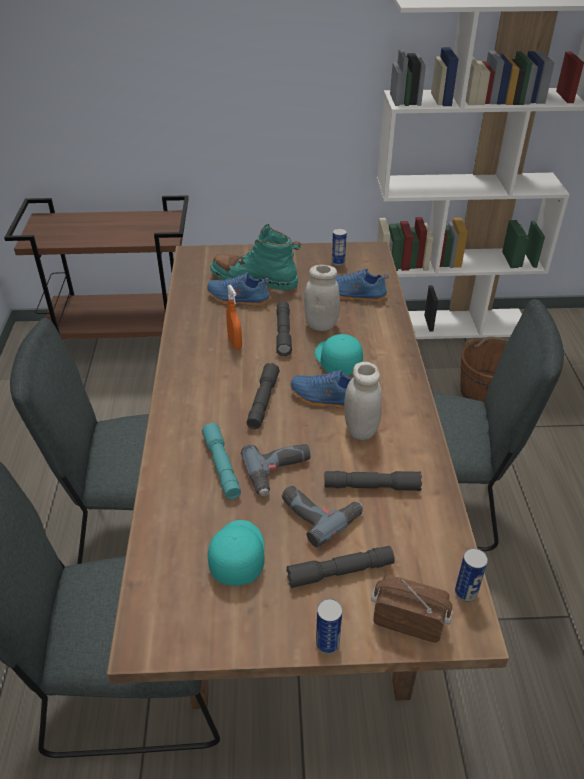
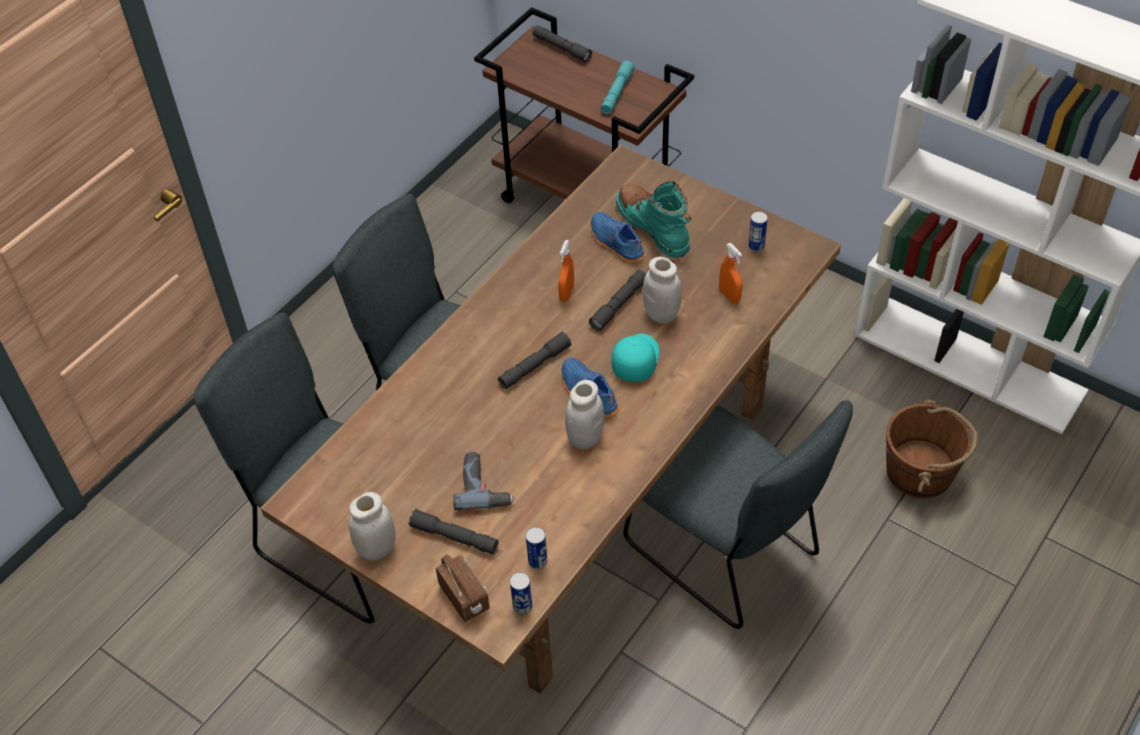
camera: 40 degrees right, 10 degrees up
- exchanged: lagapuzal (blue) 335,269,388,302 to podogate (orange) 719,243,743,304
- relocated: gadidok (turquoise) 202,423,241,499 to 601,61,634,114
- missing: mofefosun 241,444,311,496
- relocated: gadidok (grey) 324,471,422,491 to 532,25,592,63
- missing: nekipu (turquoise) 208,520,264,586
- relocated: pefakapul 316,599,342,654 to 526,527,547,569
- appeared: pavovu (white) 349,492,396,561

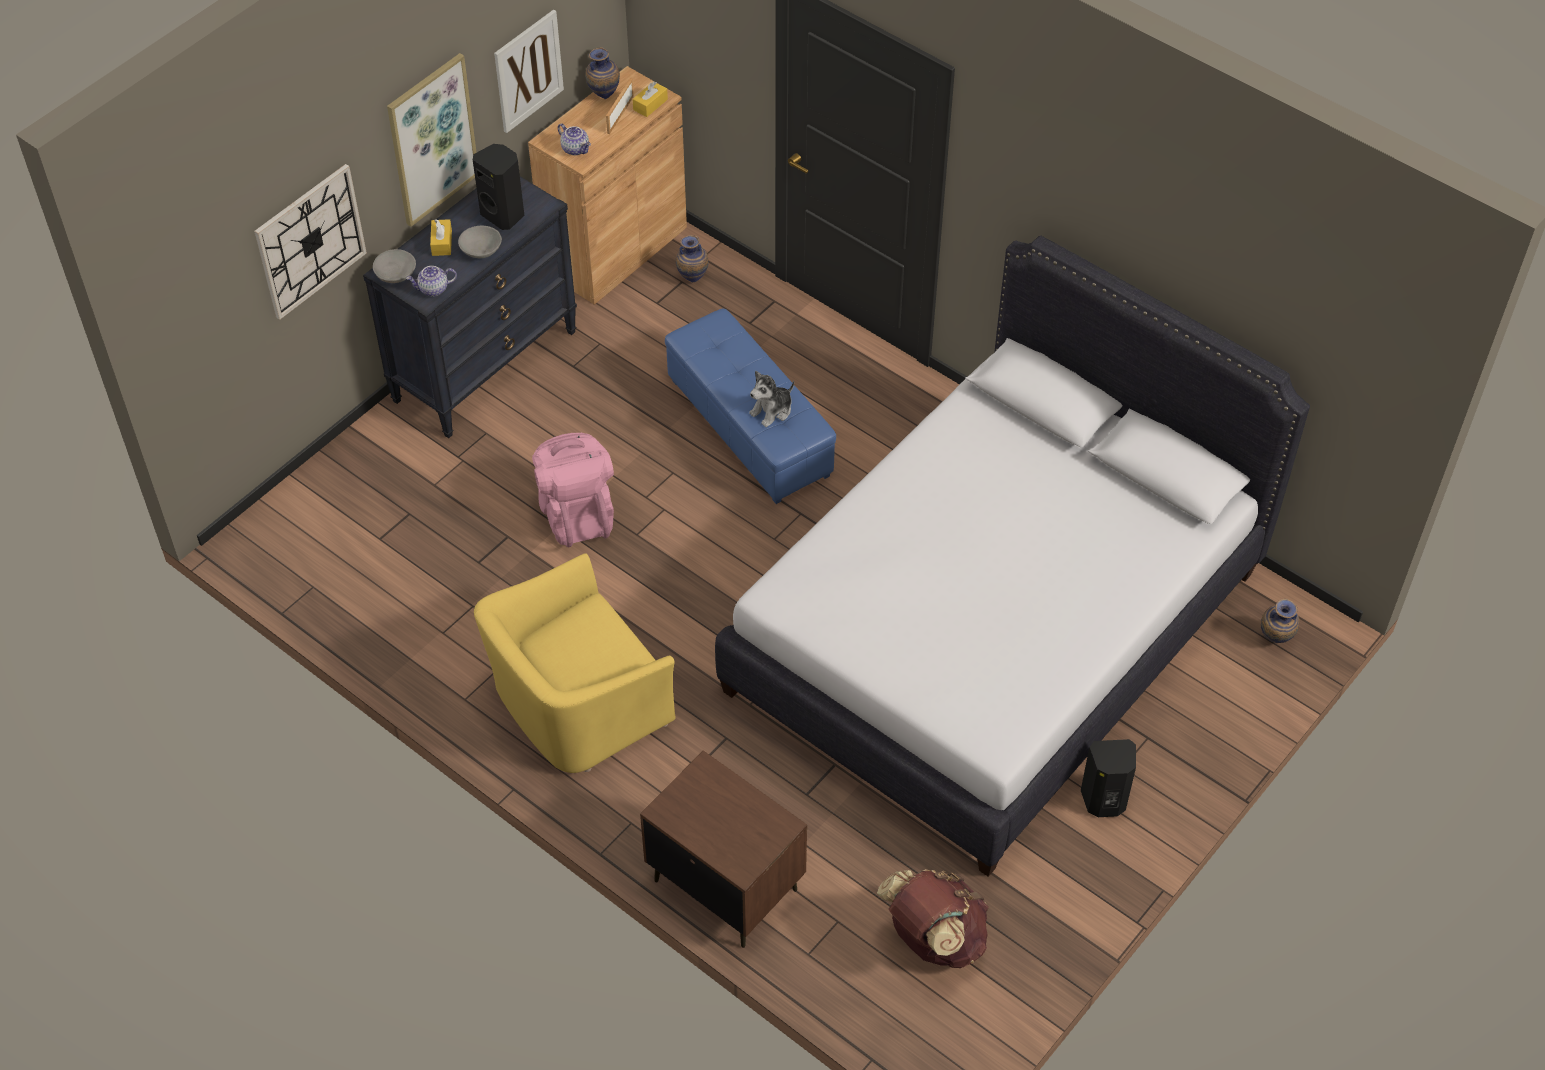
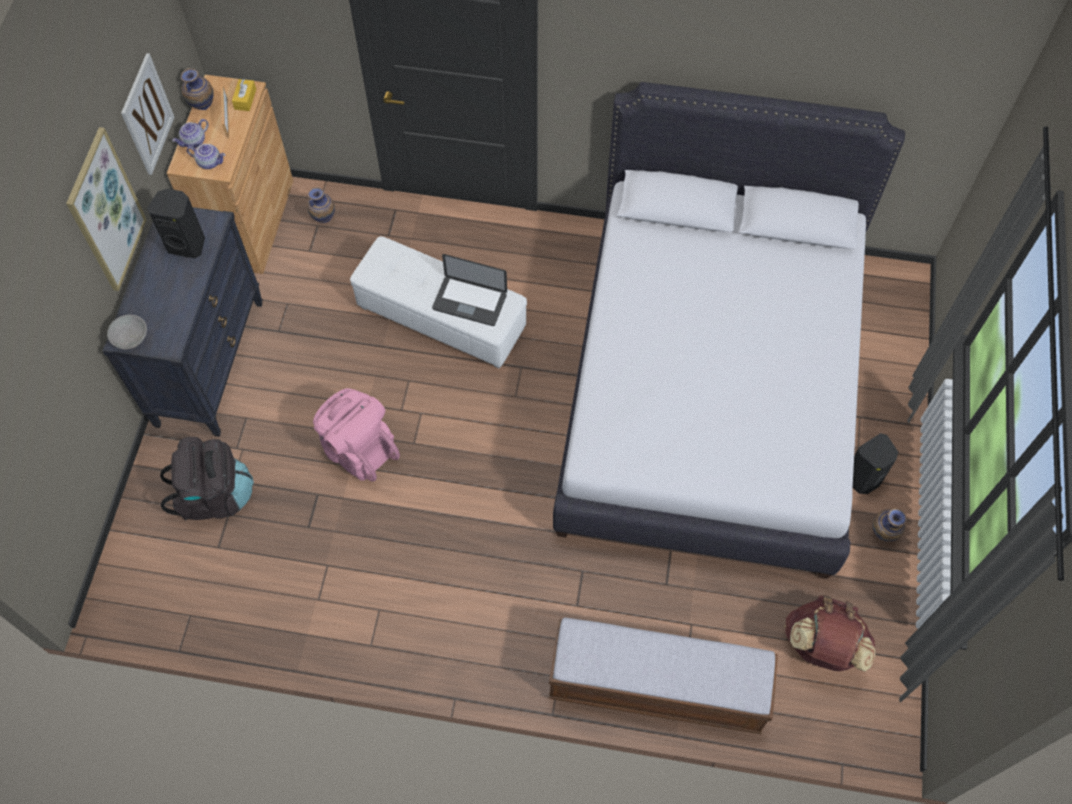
camera: 30 degrees left, 10 degrees up
- missing: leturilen 254,164,367,320
- missing: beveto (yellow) 430,219,452,256
- missing: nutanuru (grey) 458,226,502,258
- relocated: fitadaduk 406,266,457,296 to 172,119,209,148
- colour: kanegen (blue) 665,309,836,504 to kanegen (white) 350,236,527,368
- exchanged: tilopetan 749,371,794,427 to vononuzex 432,254,507,326
- missing: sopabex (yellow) 474,553,676,773
- relocated: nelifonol 1261,599,1299,643 to 872,508,907,541
- exchanged: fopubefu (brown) 640,750,807,948 to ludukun 548,618,778,734
- appeared: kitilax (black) 160,437,254,520

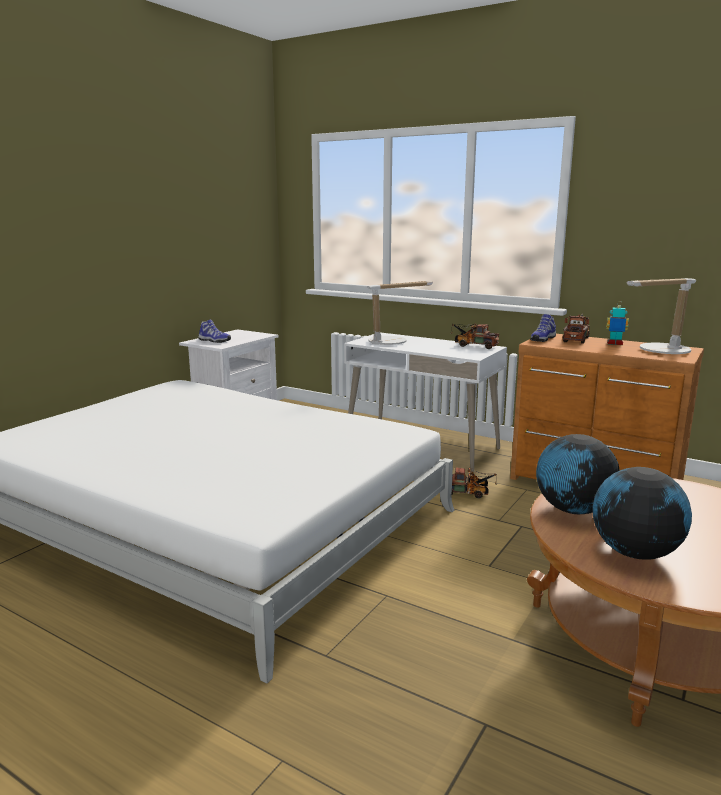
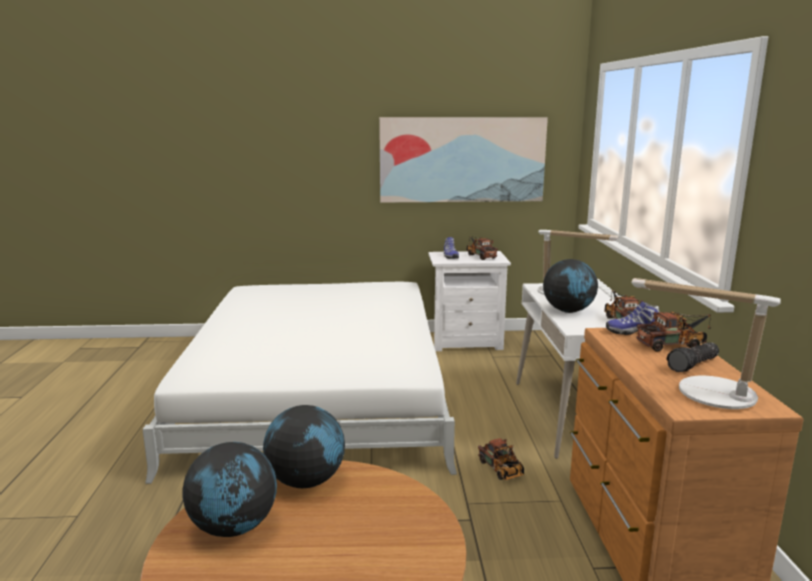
camera: 55 degrees right, 0 degrees up
- exchanged: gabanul 606,301,629,345 to gadidok 667,342,719,372
- appeared: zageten 379,117,548,203
- appeared: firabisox 467,236,498,260
- appeared: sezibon 543,259,598,313

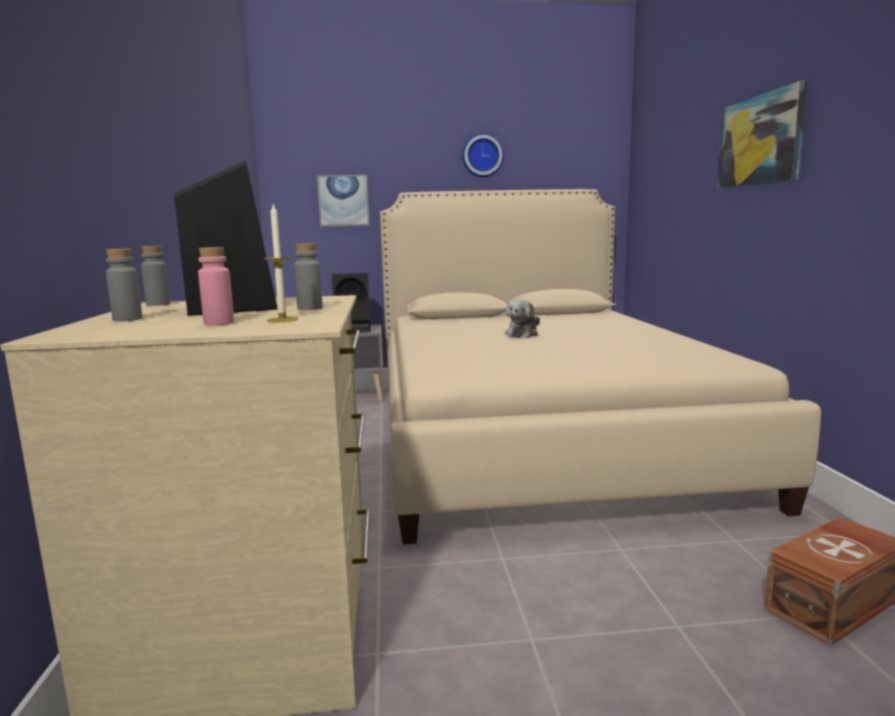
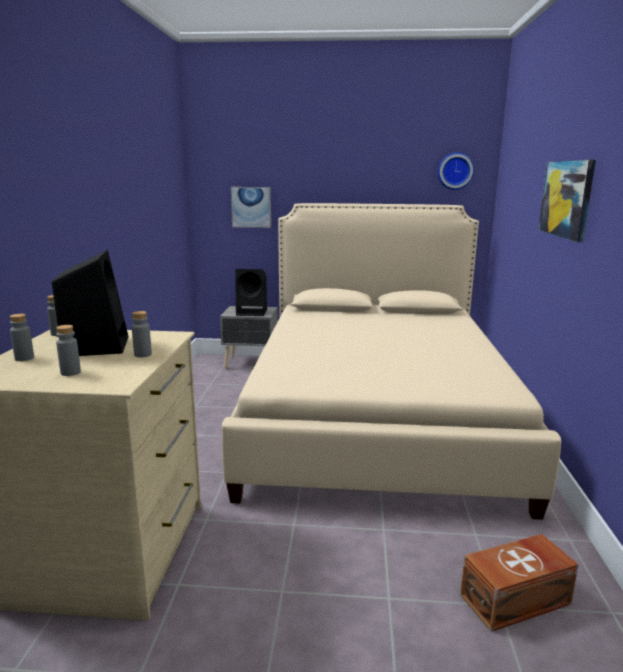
camera: 10 degrees right, 5 degrees up
- relocated: leturilen 462,133,504,177 to 438,152,474,190
- missing: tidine 264,204,298,322
- colour: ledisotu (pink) 198,247,234,325 to ledisotu (grey) 56,325,81,376
- missing: tilopetan 505,299,540,338

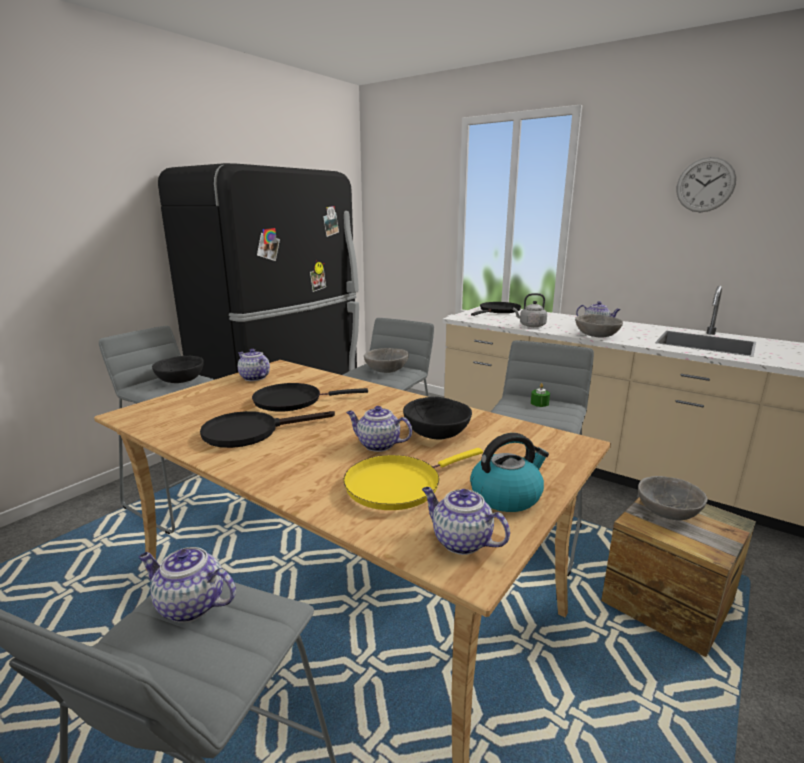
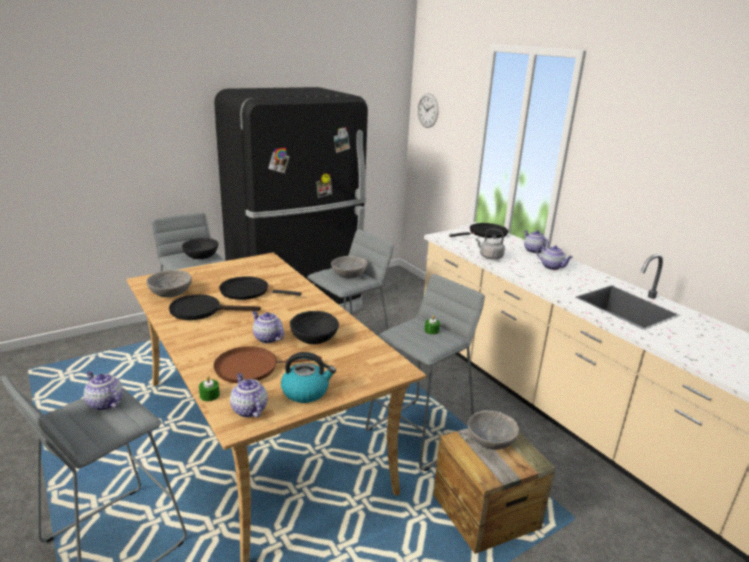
camera: 20 degrees right, 5 degrees up
- relocated: leturilen 676,157,736,212 to 417,93,438,128
- relocated: nutanuru (grey) 575,314,623,338 to 146,270,192,297
- relocated: fitadaduk 238,349,270,381 to 524,230,549,253
- colour: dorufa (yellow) 343,448,483,510 to dorufa (brown) 214,346,322,383
- appeared: tidine (green) 199,376,220,401

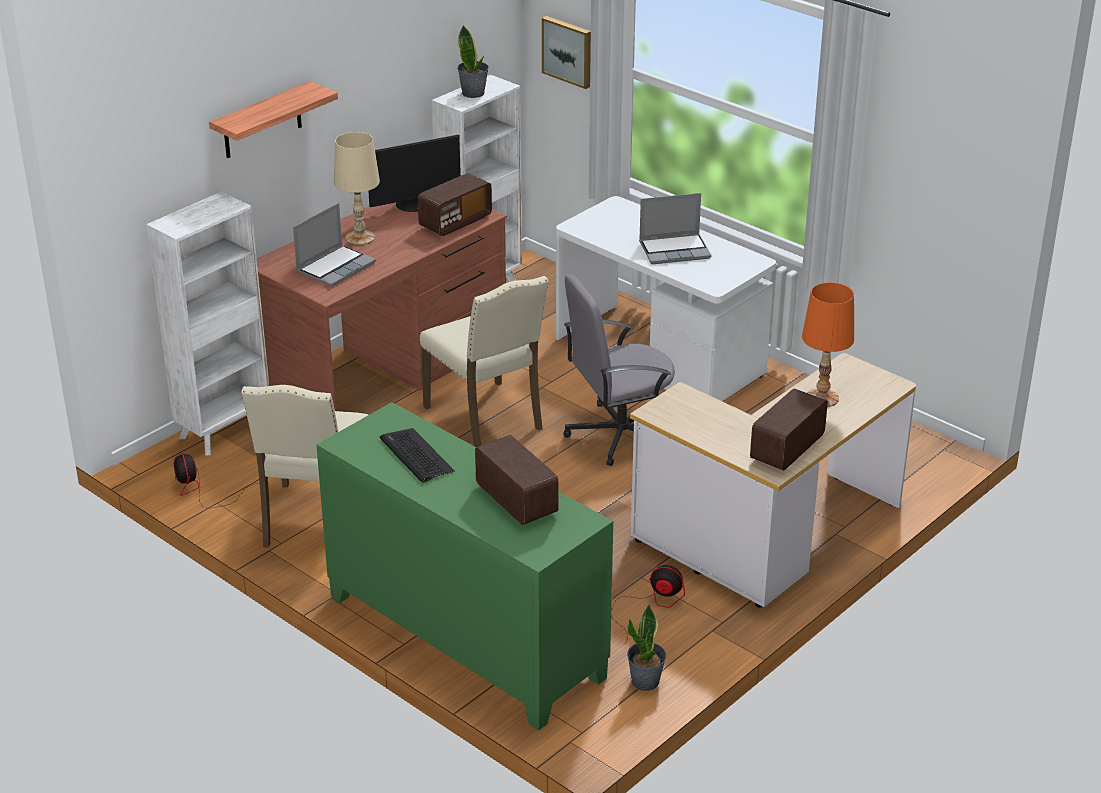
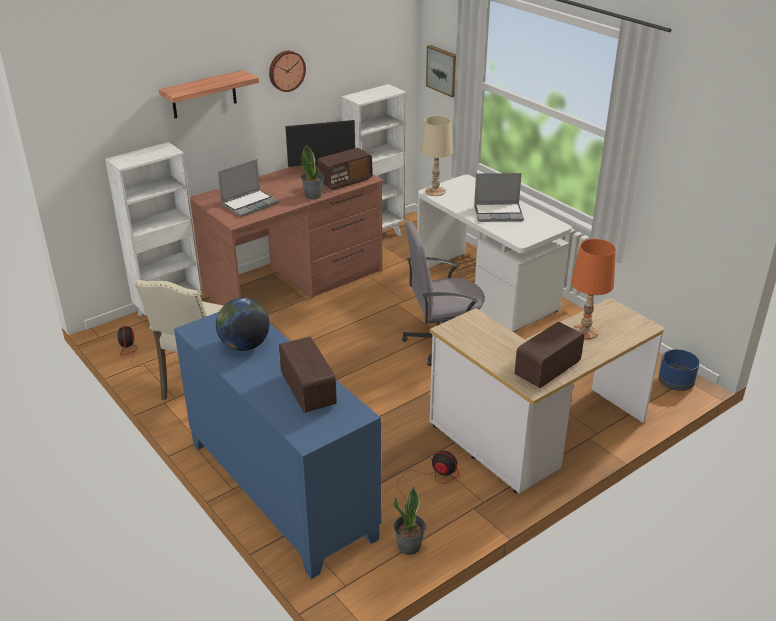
camera: 10 degrees right, 0 degrees up
- relocated: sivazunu 457,25,489,98 to 301,145,324,199
- relocated: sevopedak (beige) 334,132,380,245 to 421,116,453,196
- missing: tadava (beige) 420,276,549,447
- colour: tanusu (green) 316,402,613,731 to tanusu (blue) 174,312,381,579
- exchanged: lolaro 380,428,455,483 to sezibon 216,298,269,351
- appeared: leturilen 269,51,306,92
- appeared: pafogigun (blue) 658,349,700,391

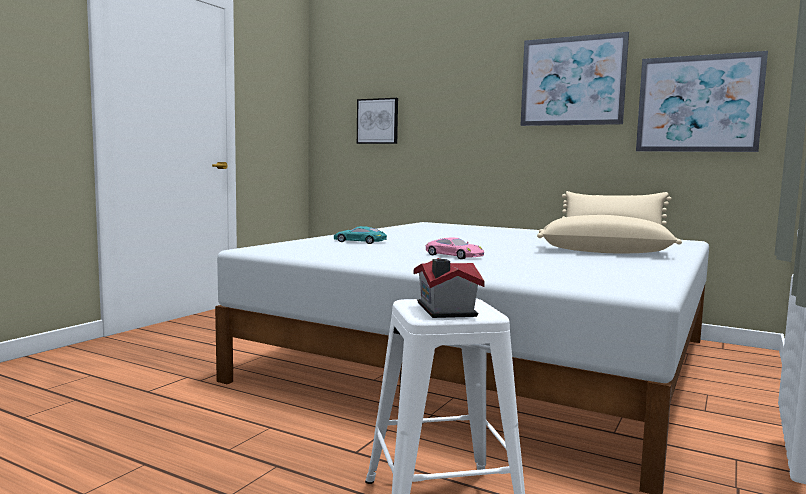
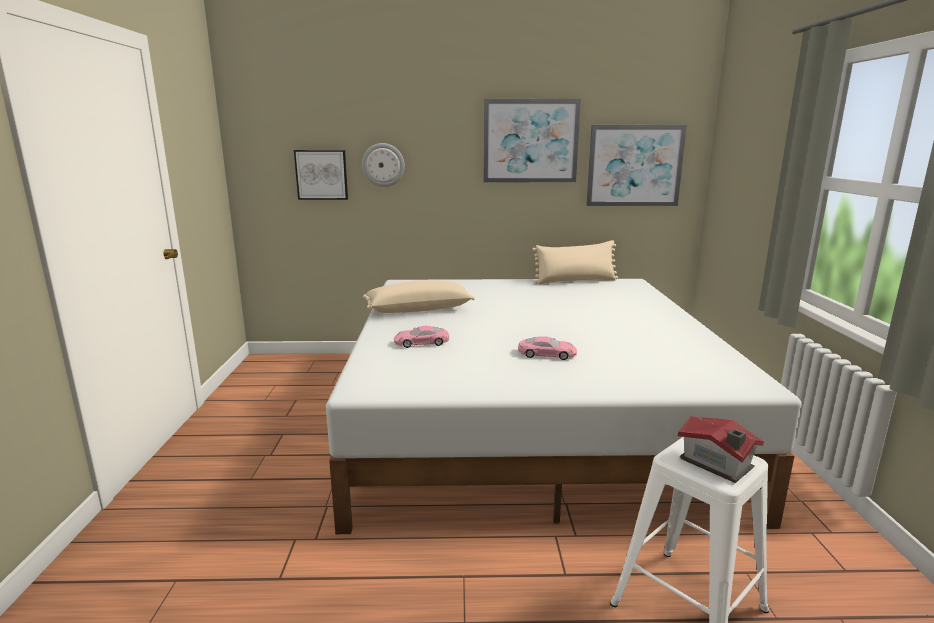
camera: 30 degrees left, 10 degrees up
- relocated: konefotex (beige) 537,215,682,253 to 363,280,475,313
- colour: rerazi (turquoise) 334,226,387,244 to rerazi (pink) 394,326,449,348
- appeared: leturilen 362,143,405,187

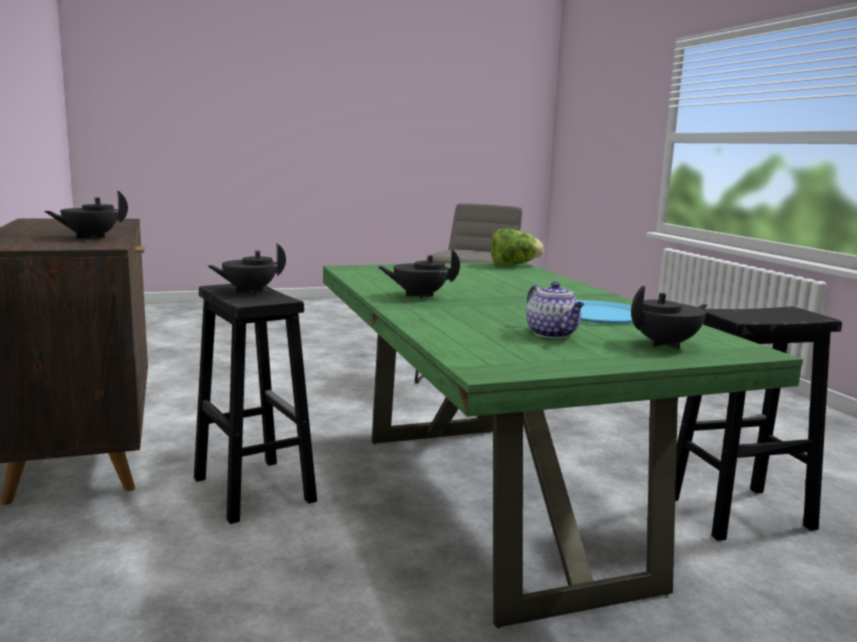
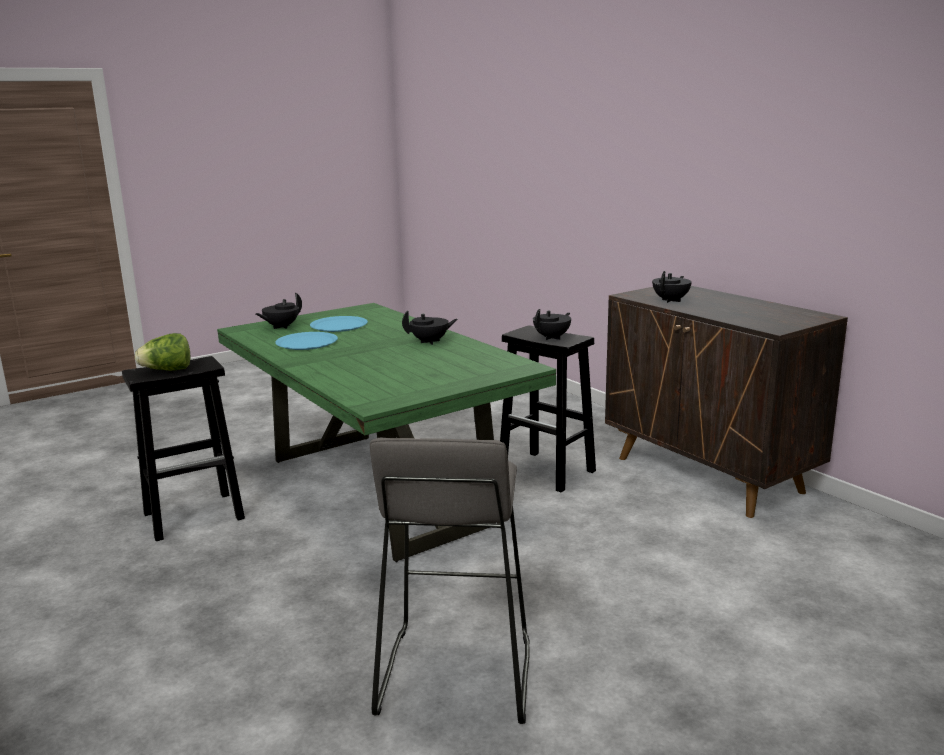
camera: 165 degrees right, 5 degrees up
- relocated: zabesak 490,228,544,266 to 135,333,191,371
- exchanged: fitadaduk 526,281,584,338 to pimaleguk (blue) 310,316,368,332

